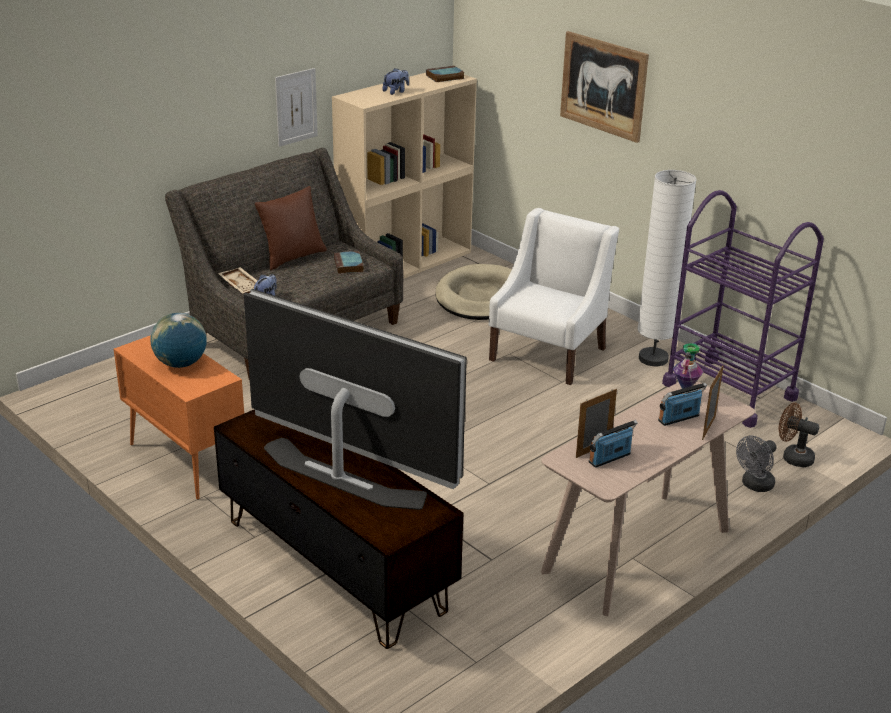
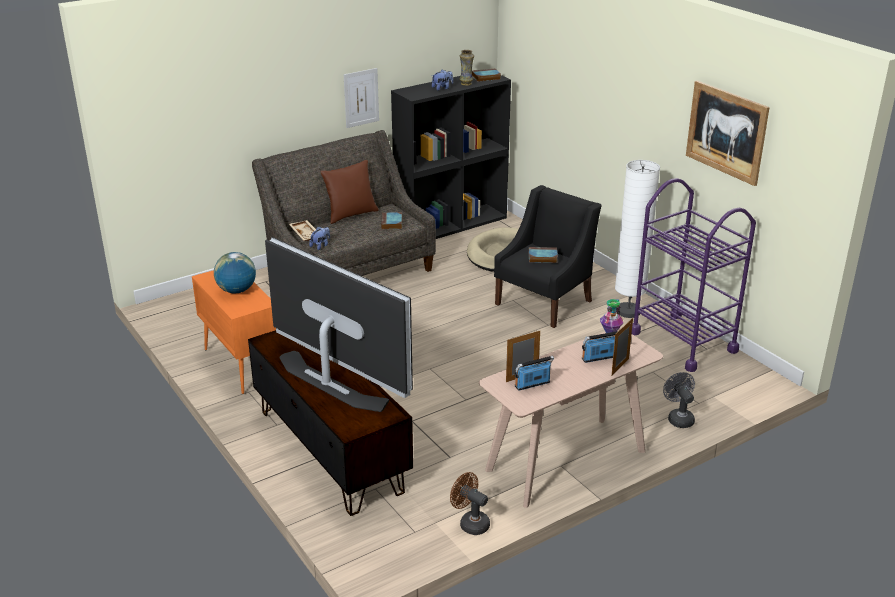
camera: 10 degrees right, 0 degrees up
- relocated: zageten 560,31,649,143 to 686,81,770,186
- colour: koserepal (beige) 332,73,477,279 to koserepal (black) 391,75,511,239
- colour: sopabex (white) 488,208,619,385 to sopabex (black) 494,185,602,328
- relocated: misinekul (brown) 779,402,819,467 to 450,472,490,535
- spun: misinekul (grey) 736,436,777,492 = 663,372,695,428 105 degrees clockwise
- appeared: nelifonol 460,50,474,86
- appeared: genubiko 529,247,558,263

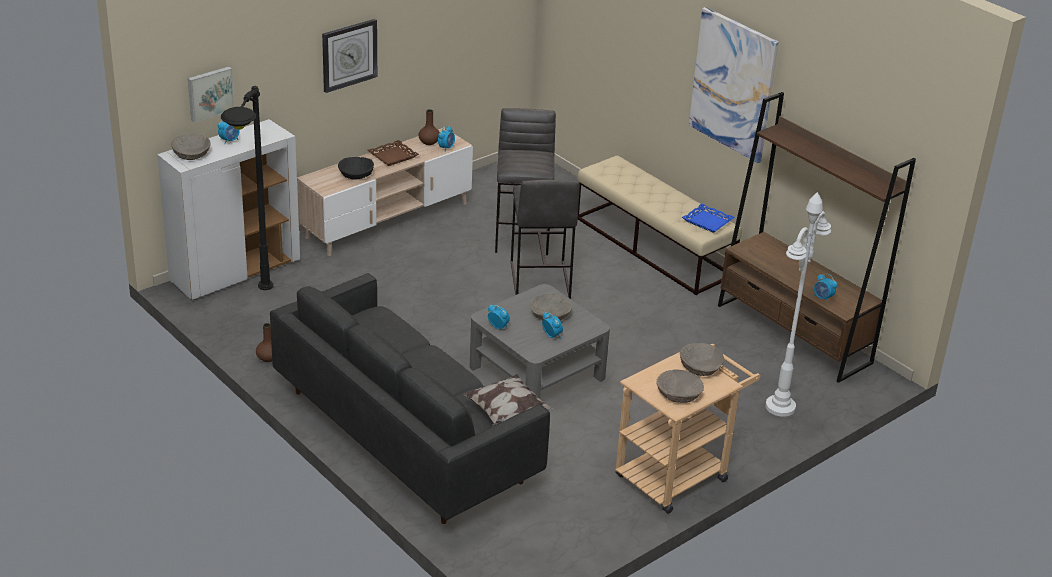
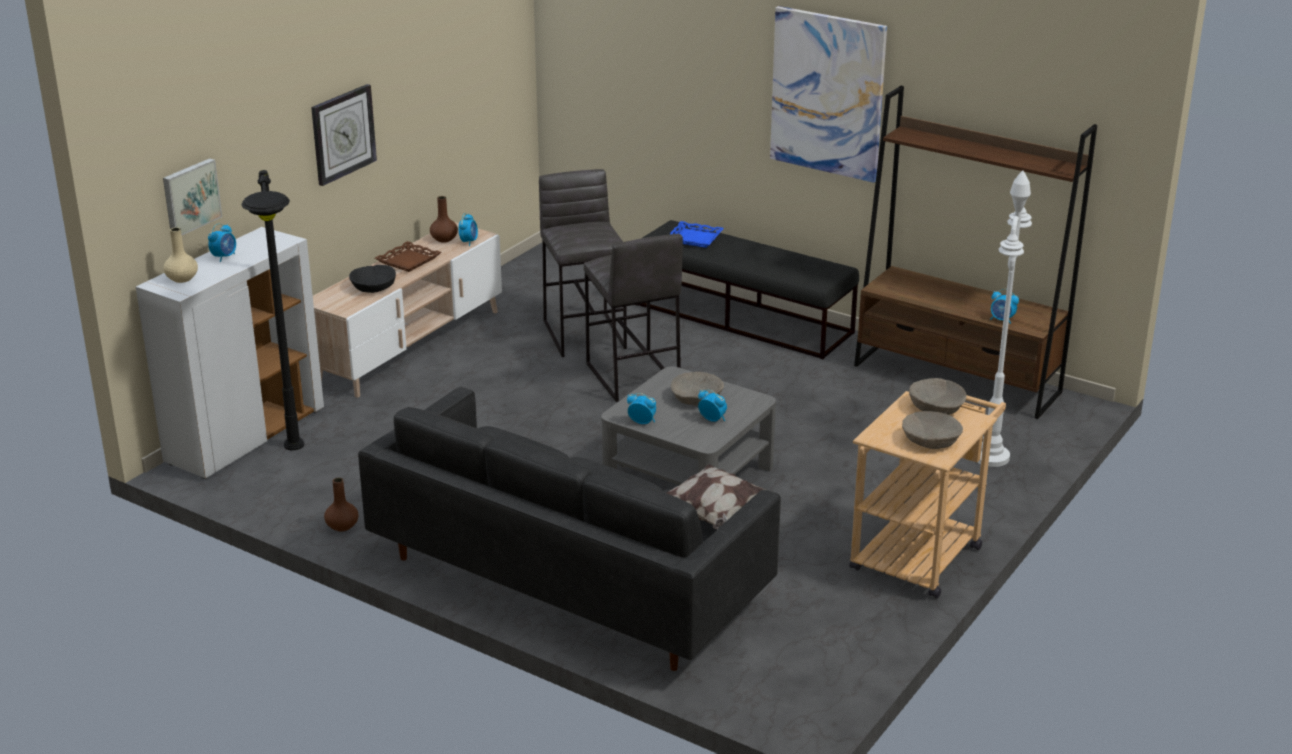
camera: 15 degrees left, 5 degrees down
- exchanged: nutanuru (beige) 171,134,211,160 to nelifonol (beige) 163,227,198,283
- colour: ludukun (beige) 577,155,742,295 to ludukun (black) 636,220,859,359
- relocated: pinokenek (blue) 682,204,735,233 to 670,221,724,248

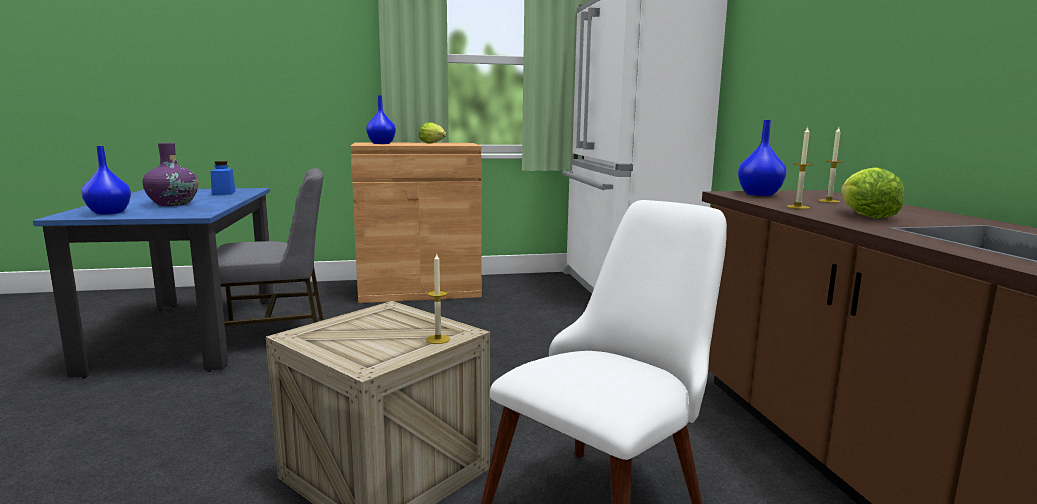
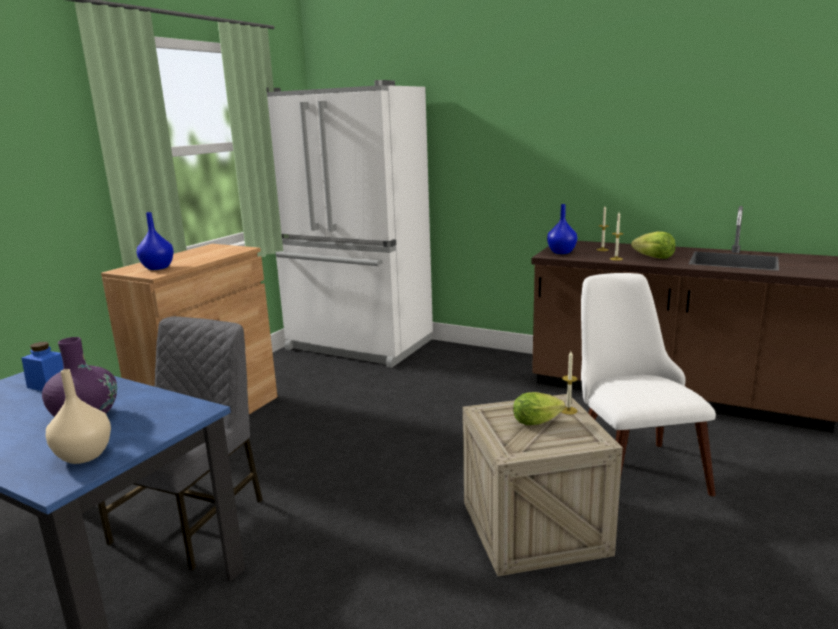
camera: 50 degrees left, 5 degrees up
- relocated: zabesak 419,122,447,143 to 513,392,565,425
- colour: nelifonol (blue) 81,146,131,215 to nelifonol (beige) 46,369,111,464

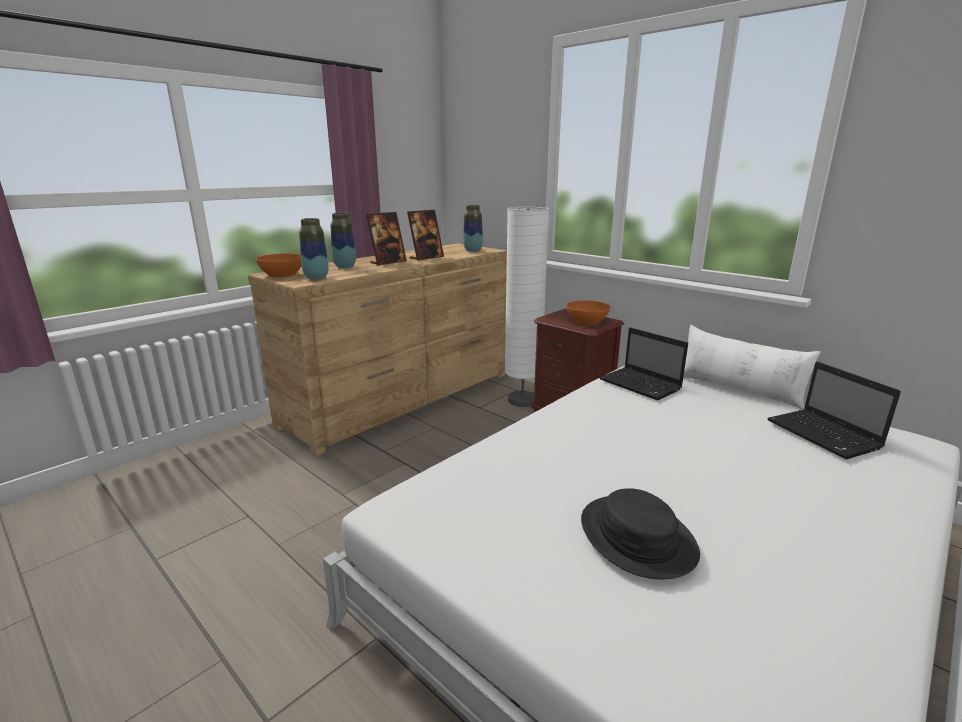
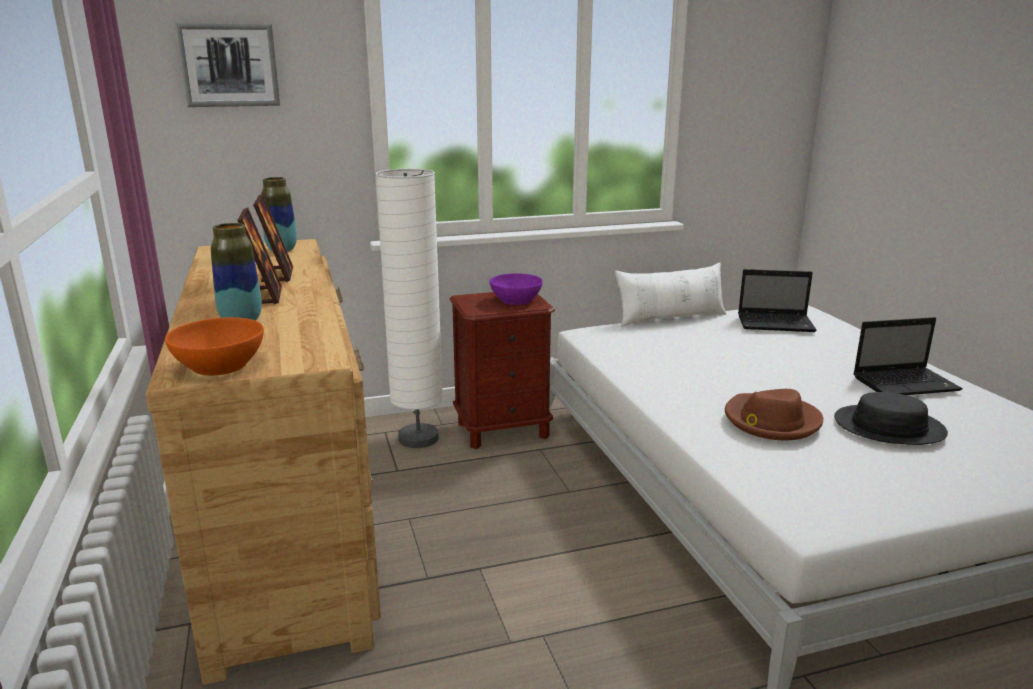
camera: 60 degrees left, 0 degrees up
- missing: nelifonol 299,218,329,280
- colour: nutanuru (orange) 566,300,610,325 to nutanuru (purple) 490,273,543,305
- relocated: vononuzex 599,327,688,401 to 853,317,963,395
- appeared: zageten 175,23,280,107
- appeared: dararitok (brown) 725,389,823,440

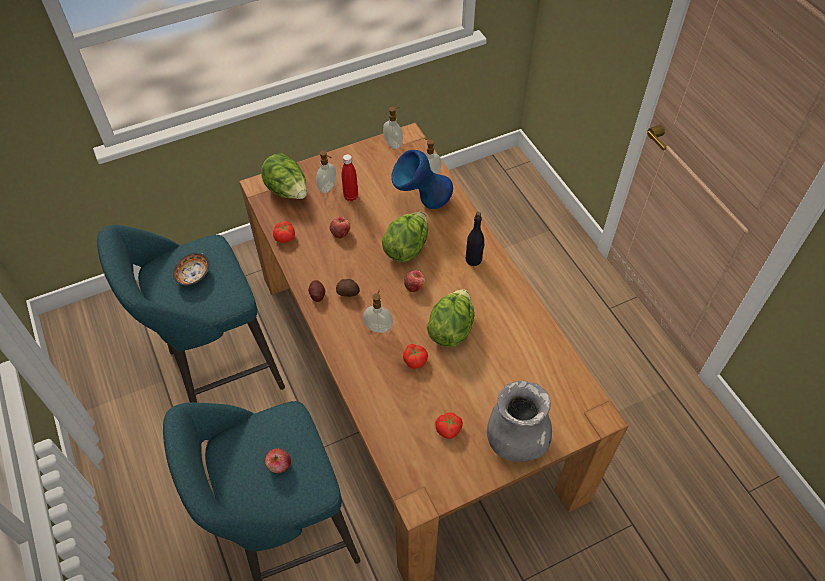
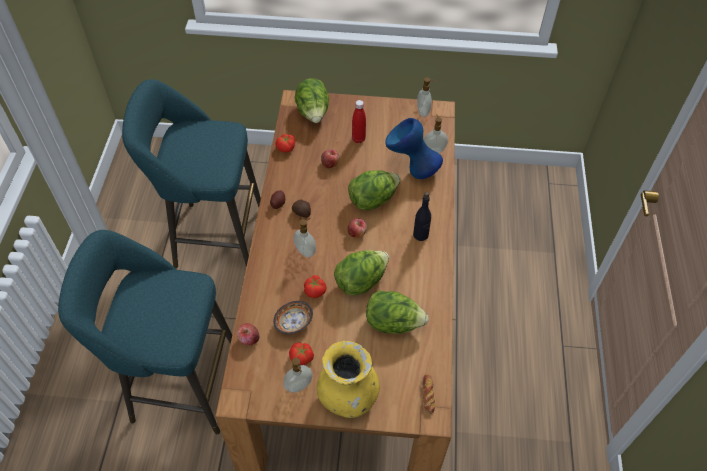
camera: 30 degrees right, 0 degrees up
- relocated: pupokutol 316,150,336,193 to 283,358,313,393
- relocated: nutanuru 173,253,209,286 to 273,301,313,334
- colour: nelifonol (grey) 487,381,552,462 to nelifonol (yellow) 317,341,380,418
- relocated: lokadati 265,448,291,473 to 237,323,260,346
- appeared: zabesak 366,291,429,334
- appeared: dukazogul 422,374,435,414

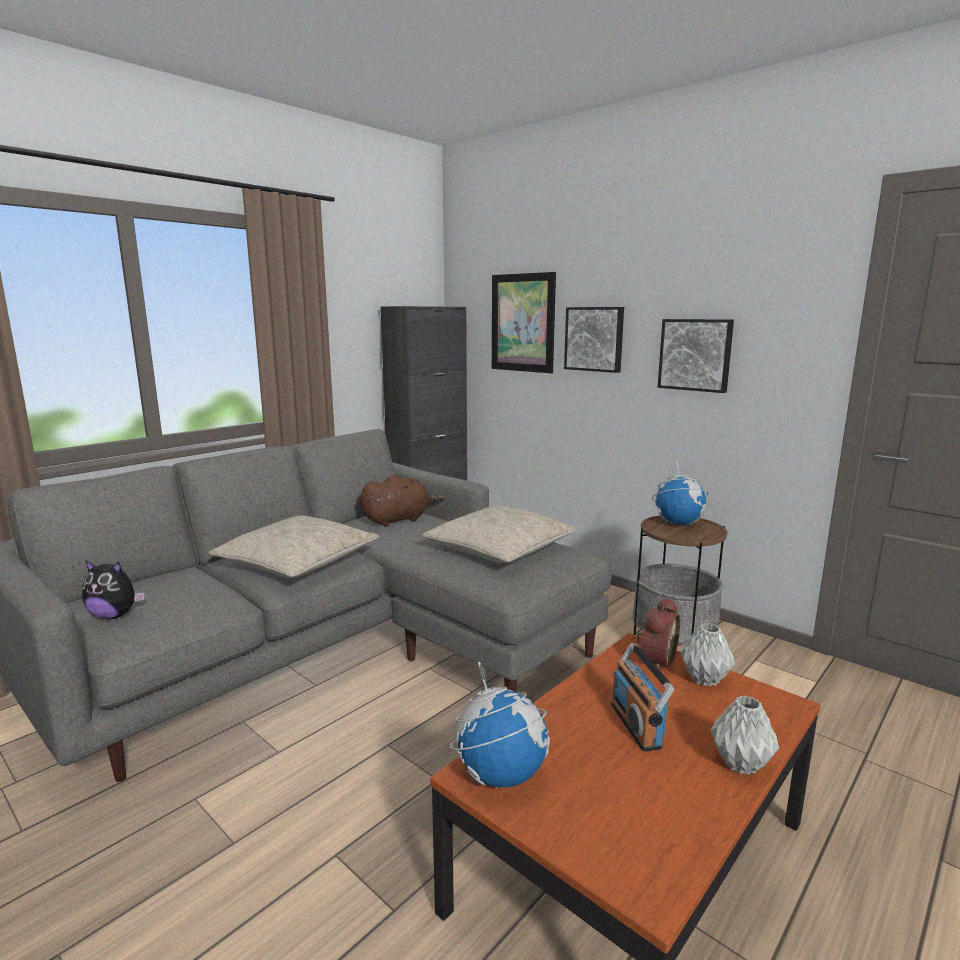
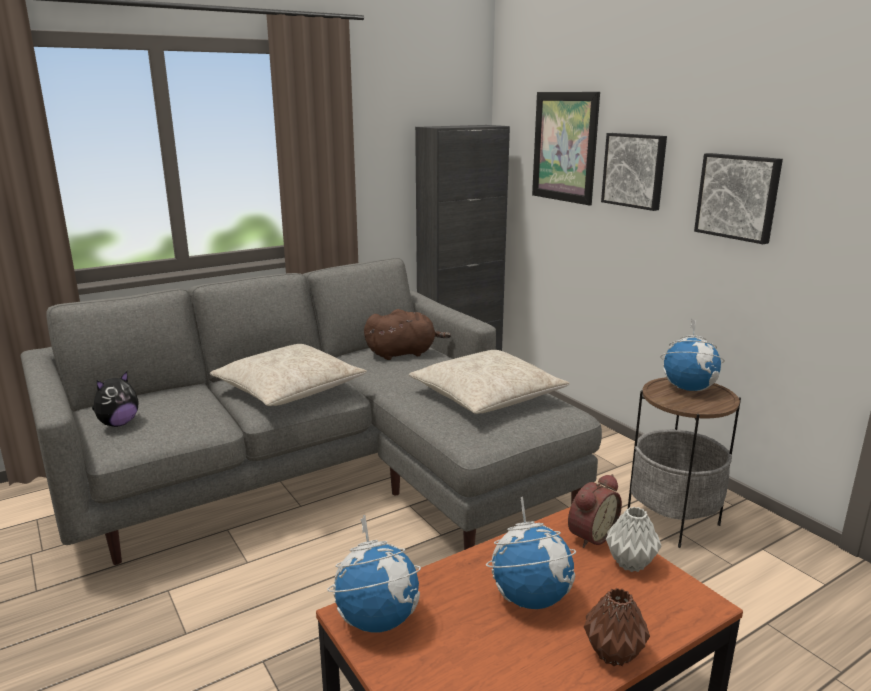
camera: 15 degrees right, 5 degrees up
- spun: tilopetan 82,560,144,619 = 92,371,139,427 75 degrees counterclockwise
- exchanged: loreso 611,643,674,752 to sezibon 486,497,576,609
- colour: nelifonol (grey) 711,696,779,775 to nelifonol (brown) 584,588,650,666

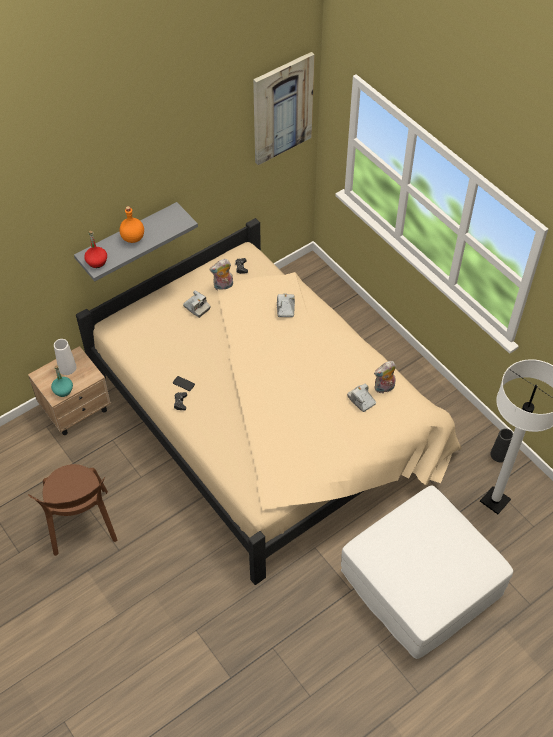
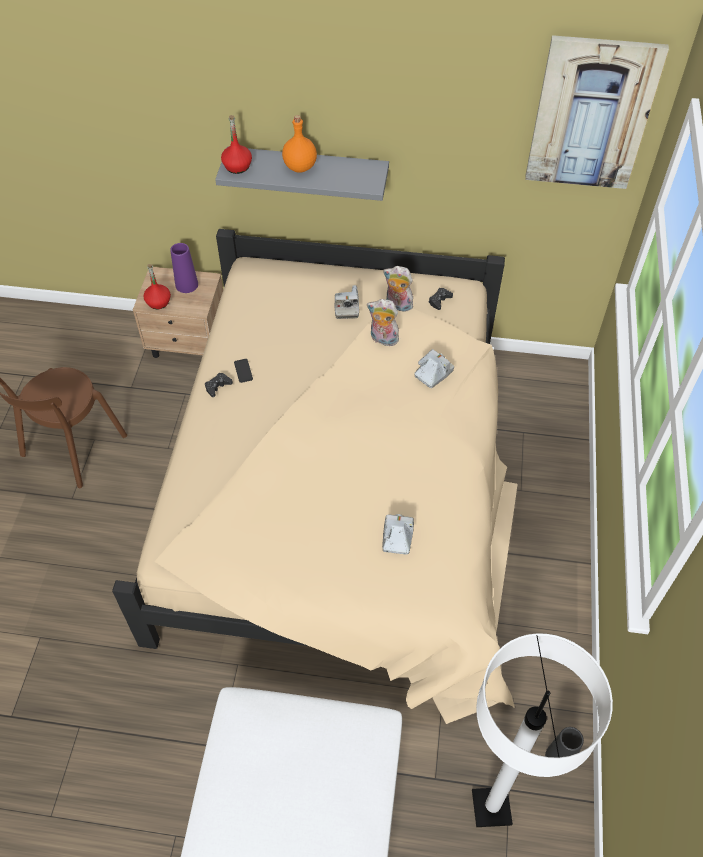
camera: 45 degrees right, 0 degrees up
- colour: nelifonol (white) 54,339,77,375 to nelifonol (purple) 170,243,198,293
- relocated: tilopetan 374,361,396,393 to 367,299,399,348
- colour: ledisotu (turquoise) 51,366,73,397 to ledisotu (red) 143,264,171,309

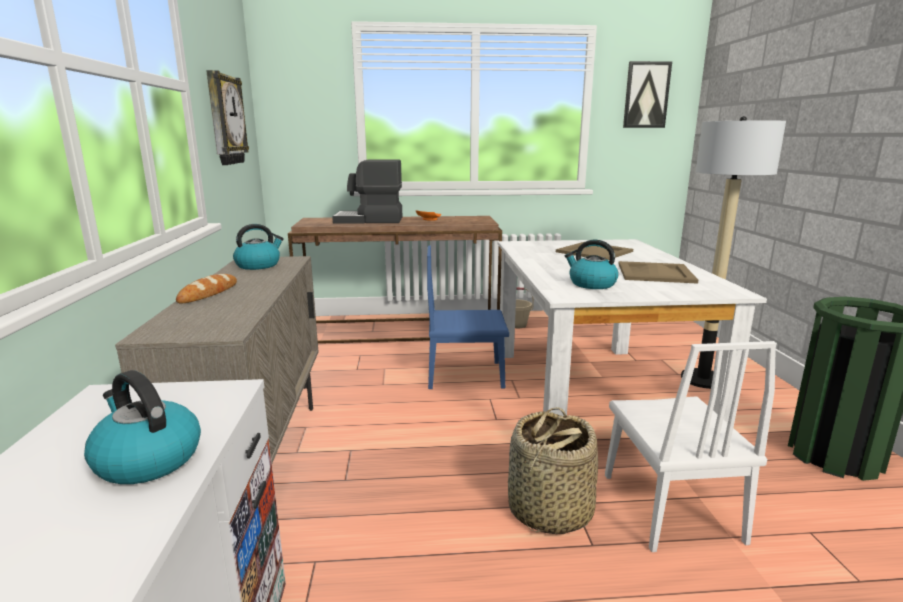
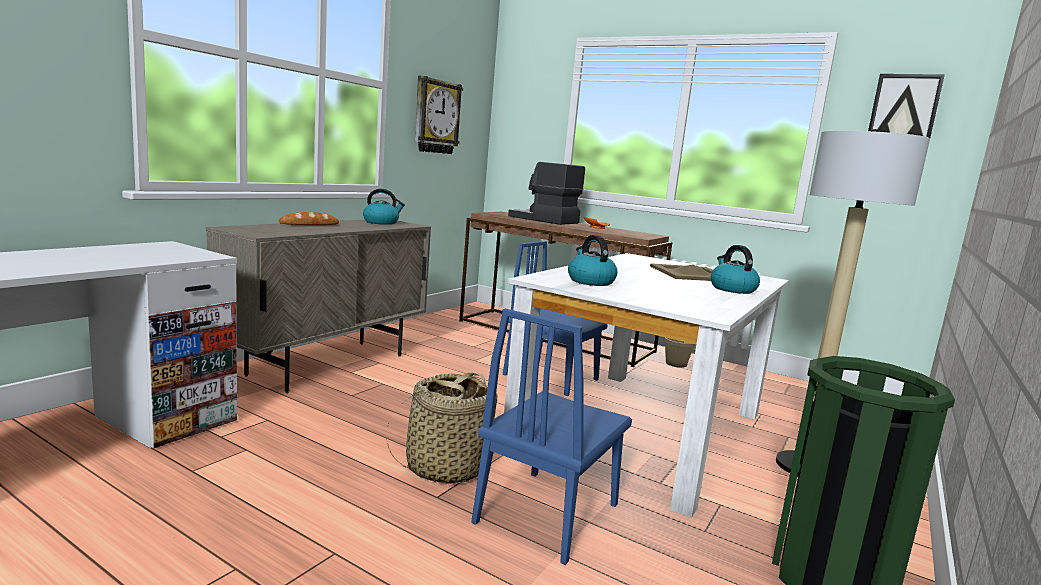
camera: 35 degrees right, 5 degrees down
- missing: pinokenek (beige) 619,261,698,284
- colour: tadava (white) 605,341,777,552 to tadava (blue) 471,309,632,565
- relocated: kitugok 84,370,201,484 to 711,245,760,294

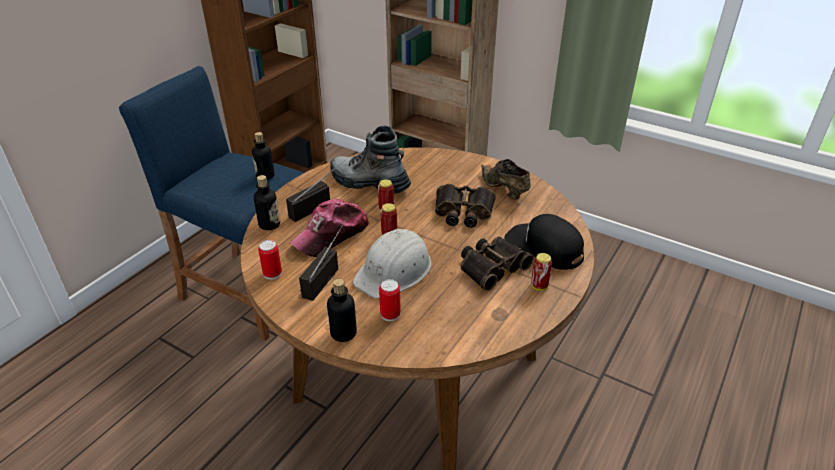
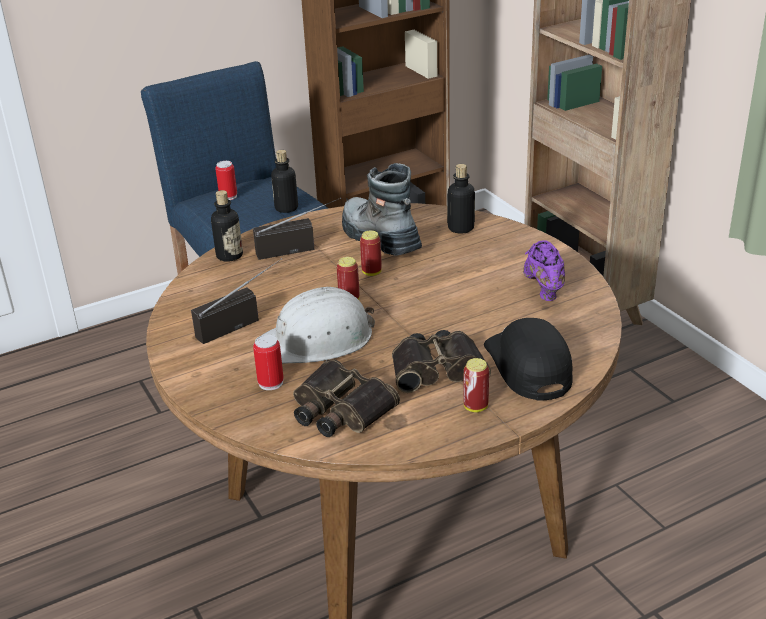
camera: 30 degrees right, 5 degrees down
- colour: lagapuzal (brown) 481,159,531,199 to lagapuzal (purple) 523,240,565,301
- relocated: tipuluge 435,184,496,228 to 293,359,400,437
- missing: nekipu 289,199,369,257
- relocated: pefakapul 258,240,282,280 to 215,161,237,200
- relocated: ledisotu 327,279,357,342 to 447,164,475,234

